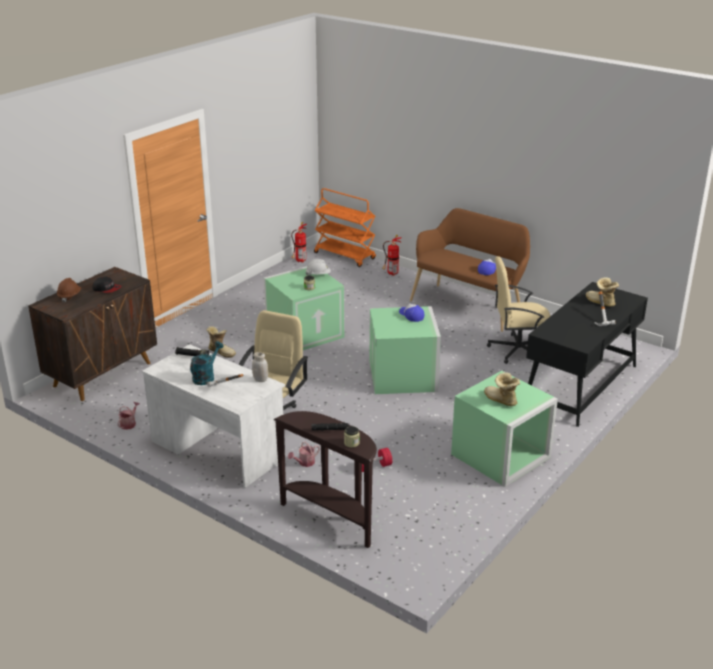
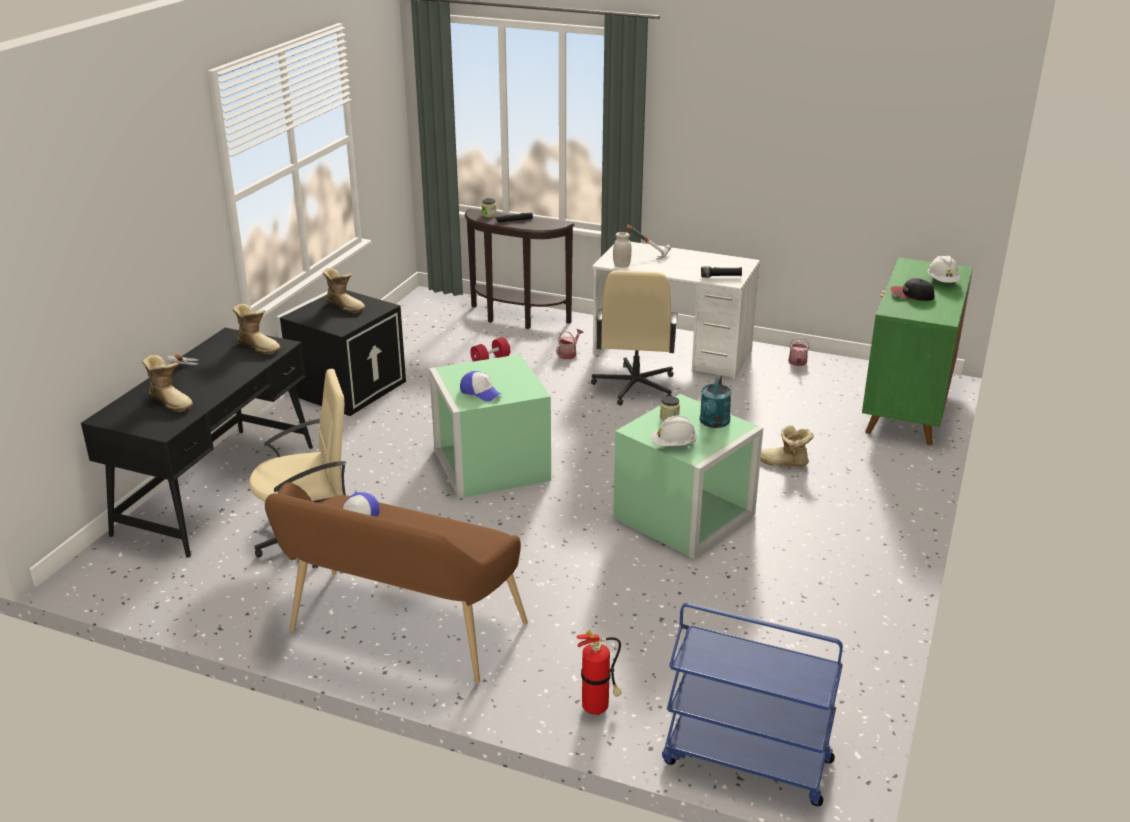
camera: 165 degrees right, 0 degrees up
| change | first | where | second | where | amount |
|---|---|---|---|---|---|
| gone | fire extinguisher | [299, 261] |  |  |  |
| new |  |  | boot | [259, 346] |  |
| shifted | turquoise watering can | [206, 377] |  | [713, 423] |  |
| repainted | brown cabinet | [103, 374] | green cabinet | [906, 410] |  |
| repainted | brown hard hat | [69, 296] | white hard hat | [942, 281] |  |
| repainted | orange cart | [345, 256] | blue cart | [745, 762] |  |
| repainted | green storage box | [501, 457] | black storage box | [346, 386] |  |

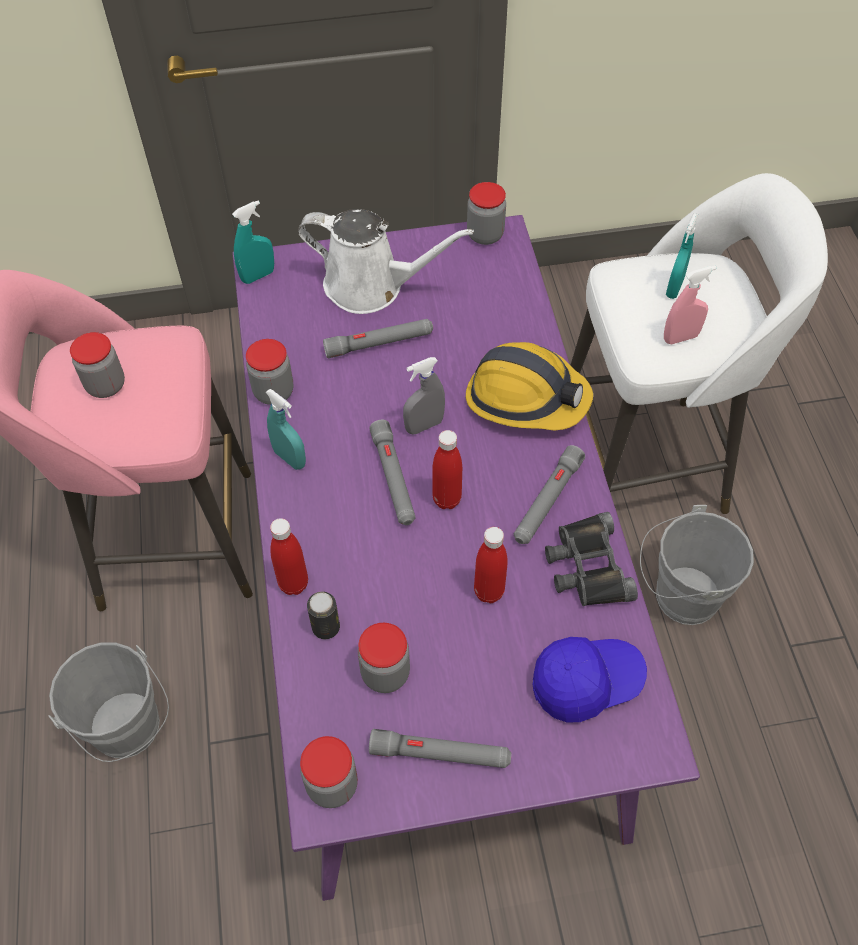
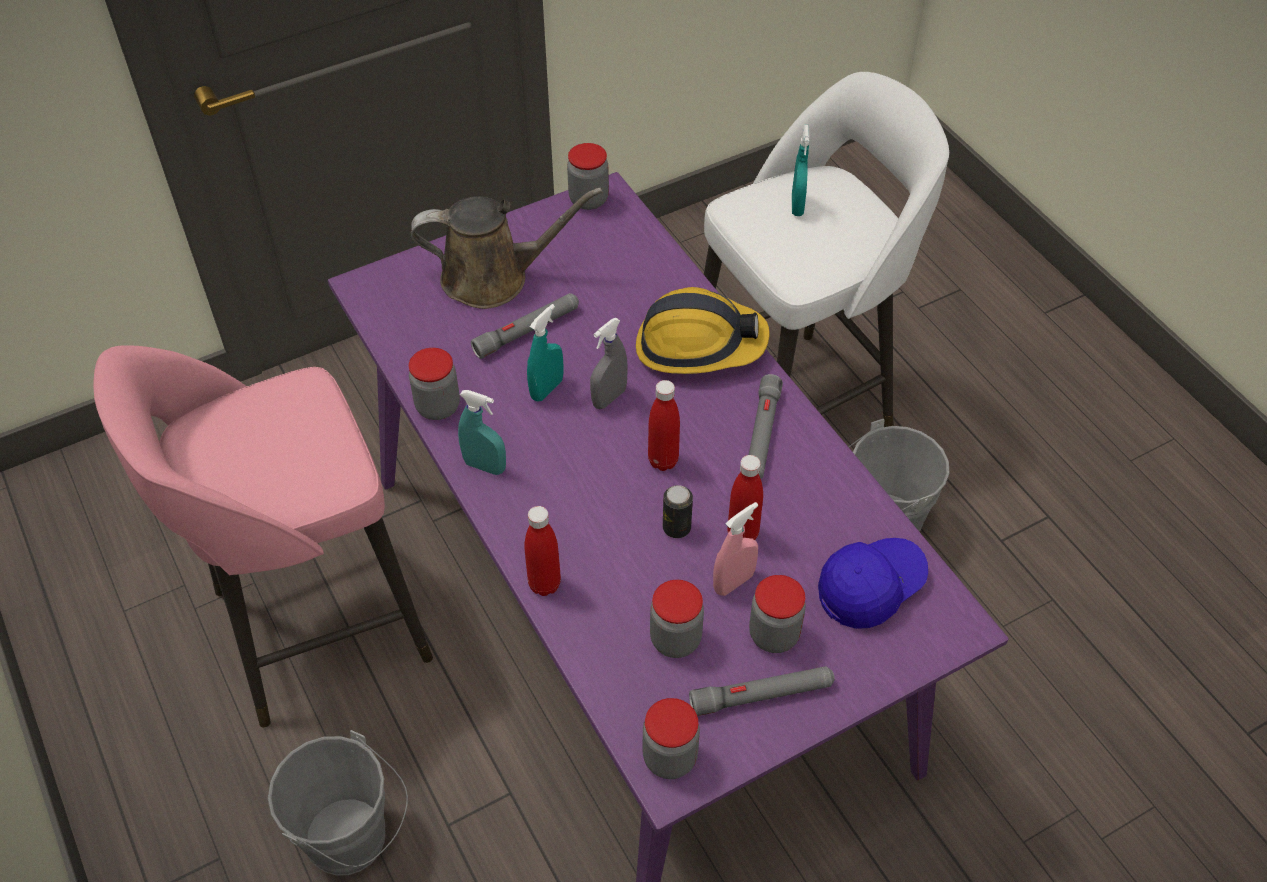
camera: 20 degrees left, 5 degrees down
| change | first | where | second | where | amount |
|---|---|---|---|---|---|
| gone | grey flashlight | [393, 478] |  |  |  |
| gone | black binoculars | [587, 567] |  |  |  |
| shifted | jar | [106, 385] |  | [774, 635] |  |
| shifted | turquoise spray bottle | [258, 276] |  | [546, 389] |  |
| shifted | can | [326, 627] |  | [676, 528] |  |
| shifted | pink spray bottle | [680, 337] |  | [733, 582] |  |
| repainted | white watering can | [371, 286] | brown watering can | [494, 277] |  |

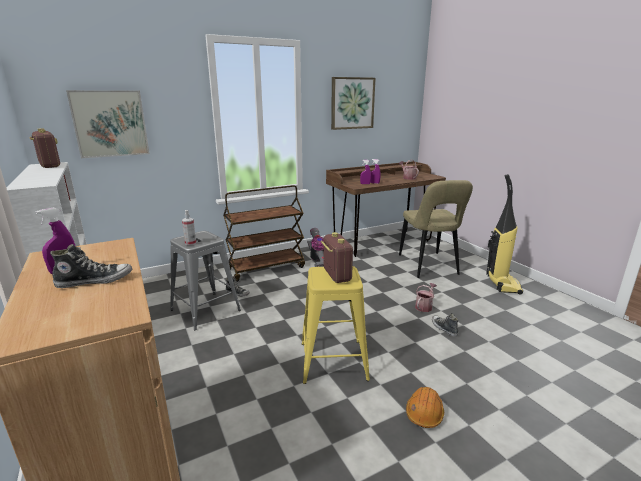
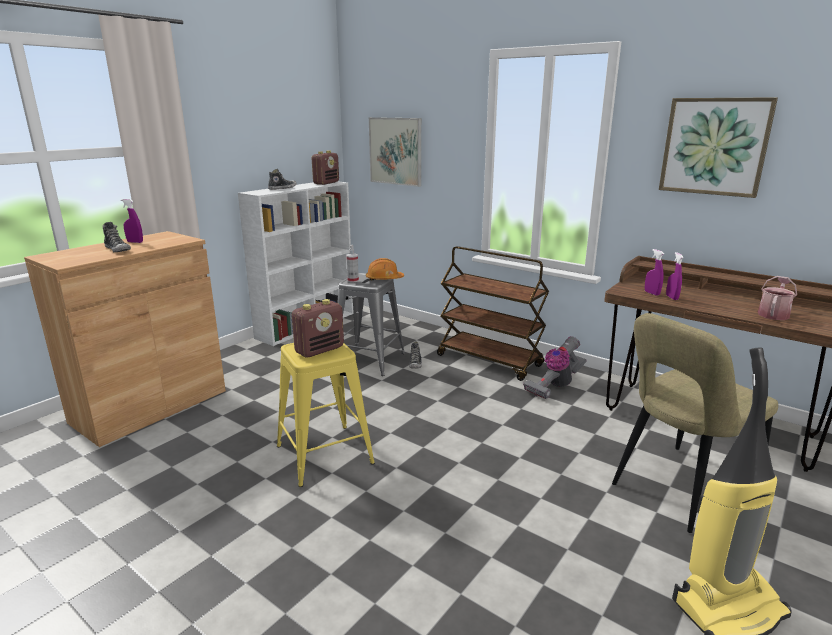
camera: 65 degrees right, 0 degrees up
| change | first | where | second | where | amount |
|---|---|---|---|---|---|
| gone | watering can | [424, 306] |  |  |  |
| shifted | orange hard hat | [424, 413] |  | [384, 279] |  |
| shifted | shoe | [444, 328] |  | [282, 188] |  |

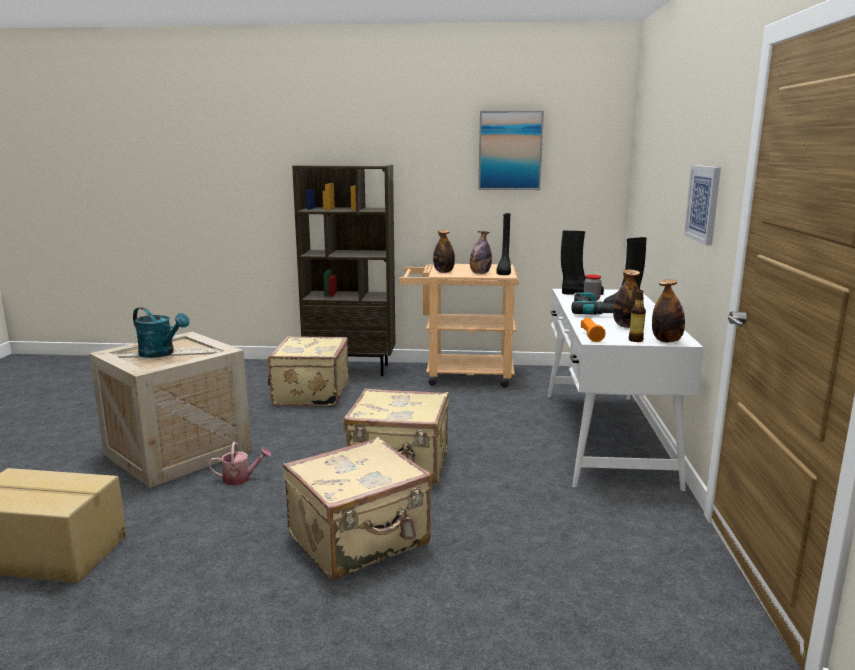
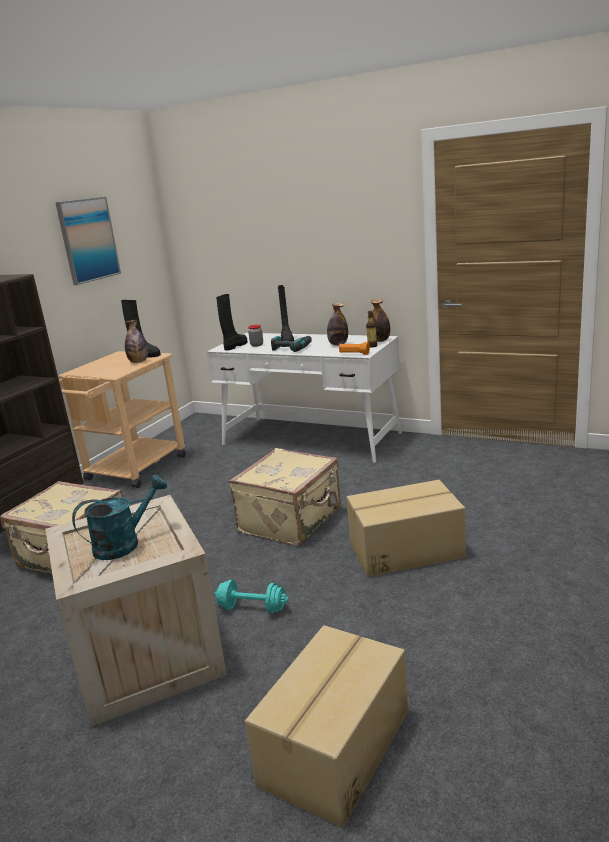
camera: 65 degrees left, 5 degrees up
| change | first | where | second | where | amount |
|---|---|---|---|---|---|
| gone | bottle | [443, 272] |  |  |  |
| gone | picture | [704, 203] |  |  |  |
| swapped | watering can | [241, 478] | turquoise dumbbell | [252, 608] |  |
| swapped | beige suitcase | [360, 541] | cardboard box | [405, 550] |  |

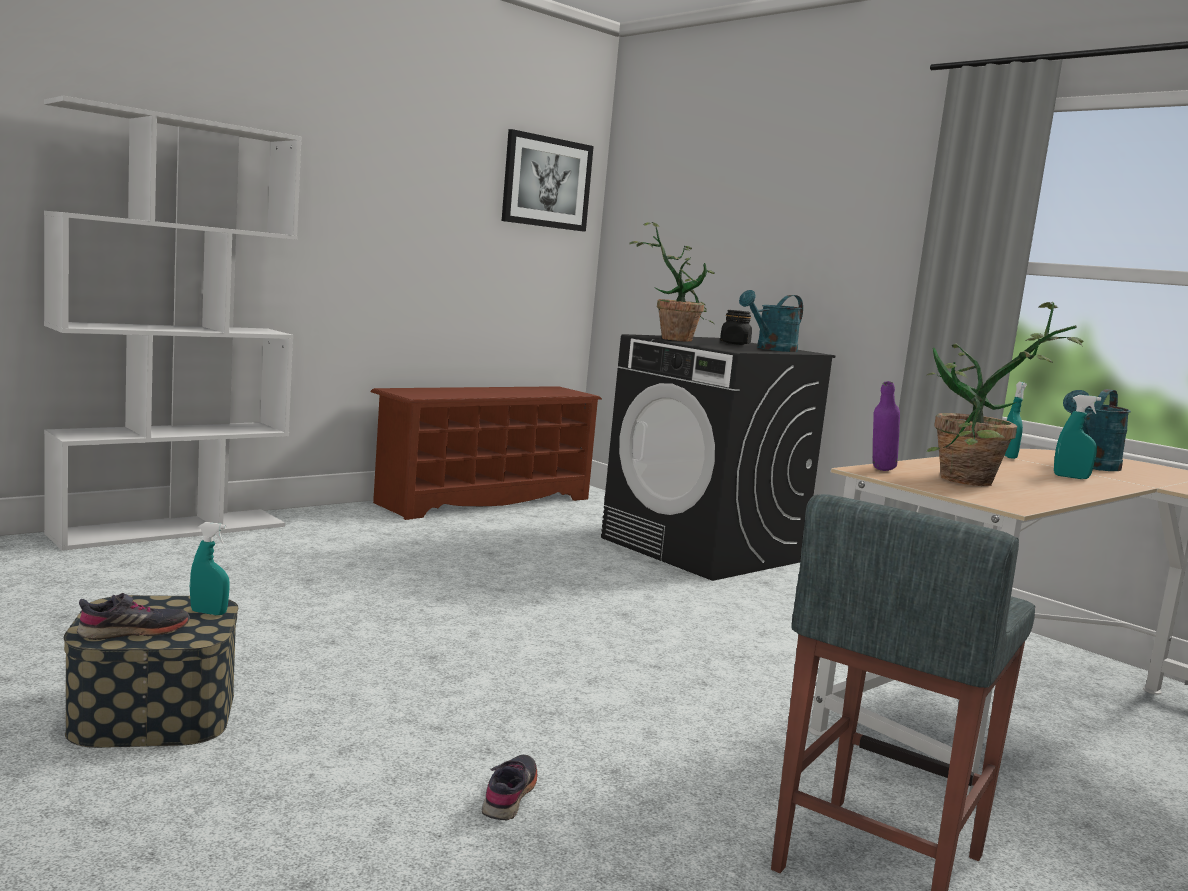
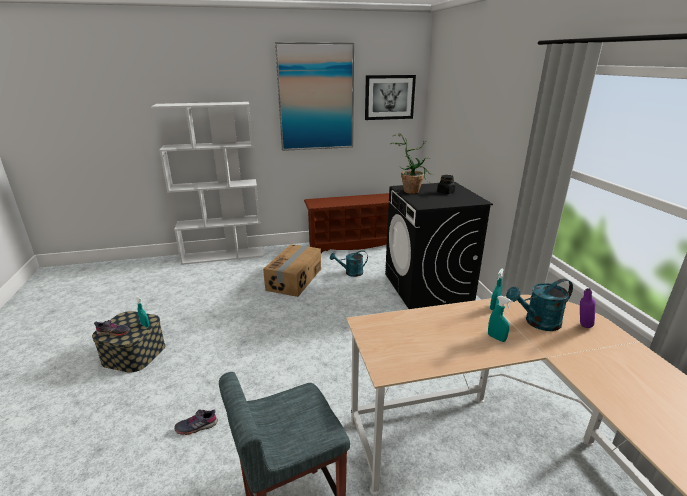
camera: 30 degrees right, 15 degrees up
| change | first | where | second | where | amount |
|---|---|---|---|---|---|
| gone | potted plant | [978, 483] |  |  |  |
| new |  |  | cardboard box | [295, 279] |  |
| new |  |  | picture | [316, 98] |  |
| shifted | turquoise watering can | [771, 349] |  | [350, 273] |  |
| shifted | purple bottle | [880, 471] |  | [582, 327] |  |
| rotated | grey shoe | [510, 796] |  | [196, 426] | 150 degrees counterclockwise |

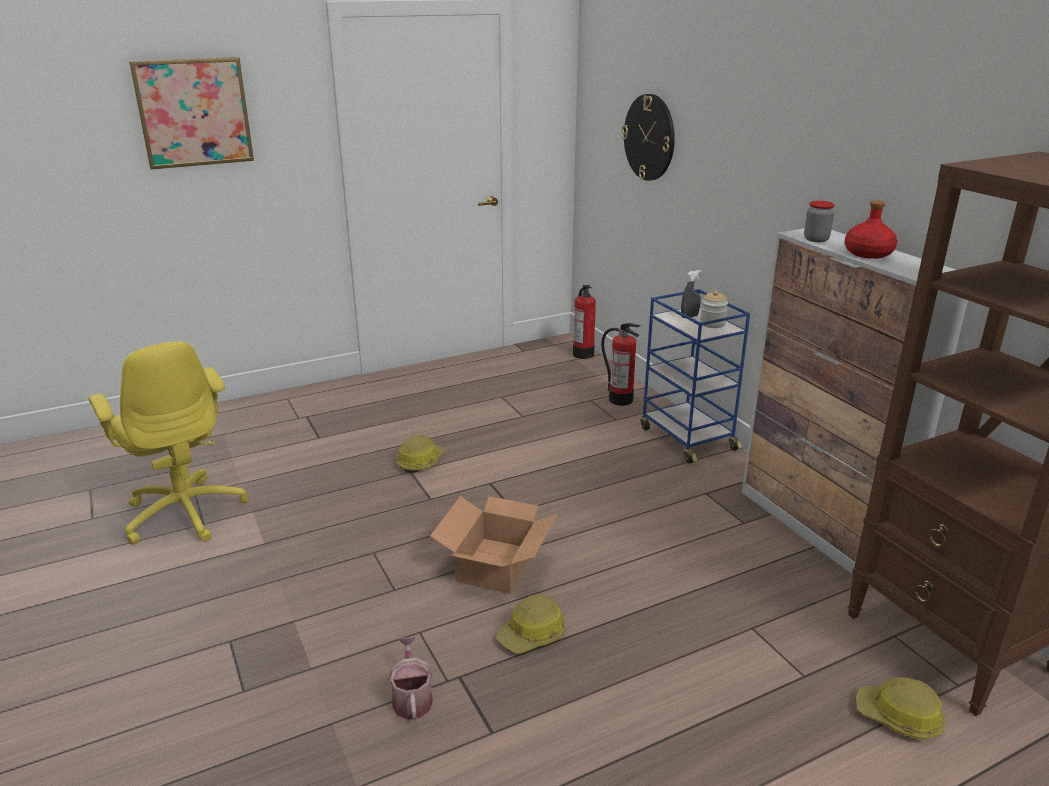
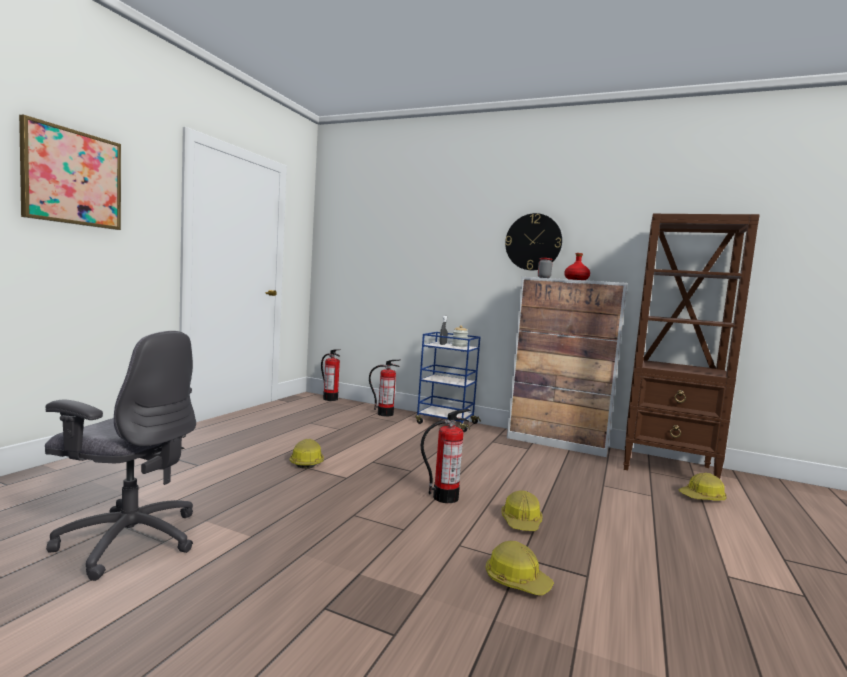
camera: 40 degrees left, 20 degrees down
| change | first | where | second | where | amount |
|---|---|---|---|---|---|
| shifted | wall clock | [649, 137] |  | [533, 242] |  |
| swapped | watering can | [412, 698] | hard hat | [516, 580] |  |
| swapped | cardboard box | [497, 565] | fire extinguisher | [445, 497] |  |
| repainted | yellow office chair | [185, 512] | grey office chair | [129, 540] |  |

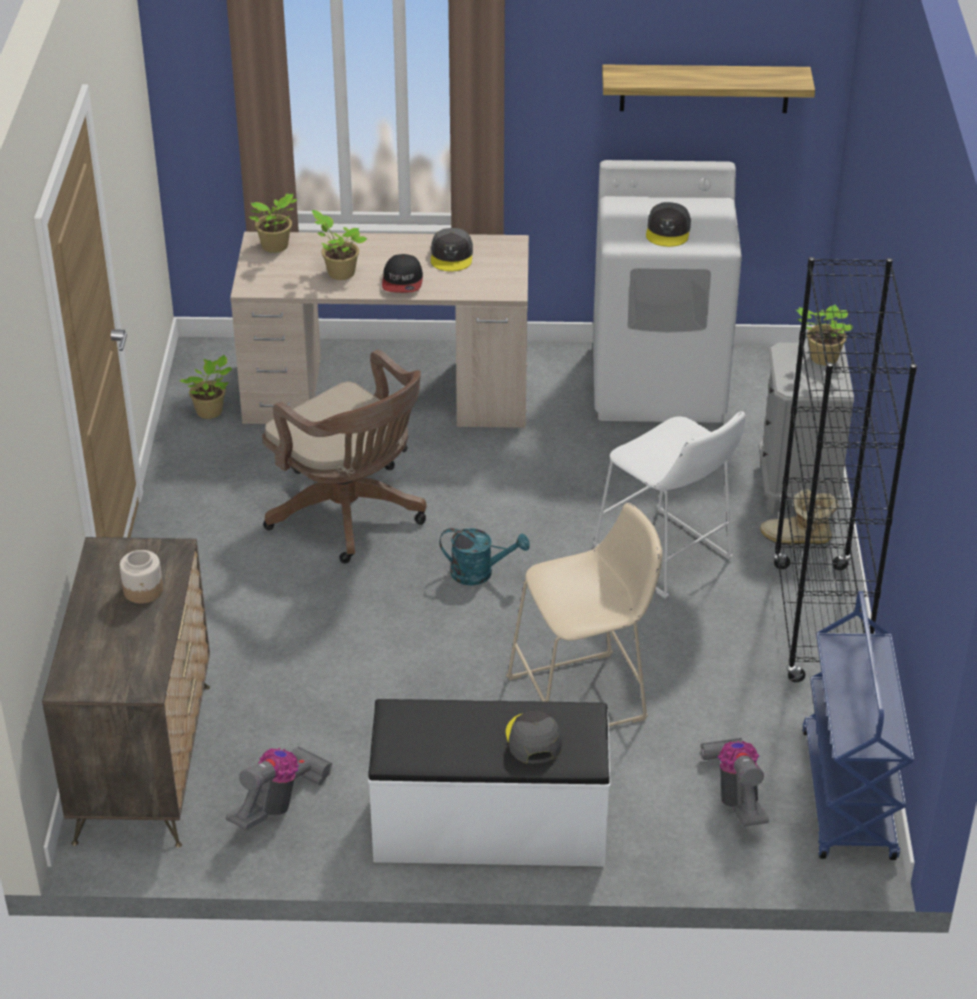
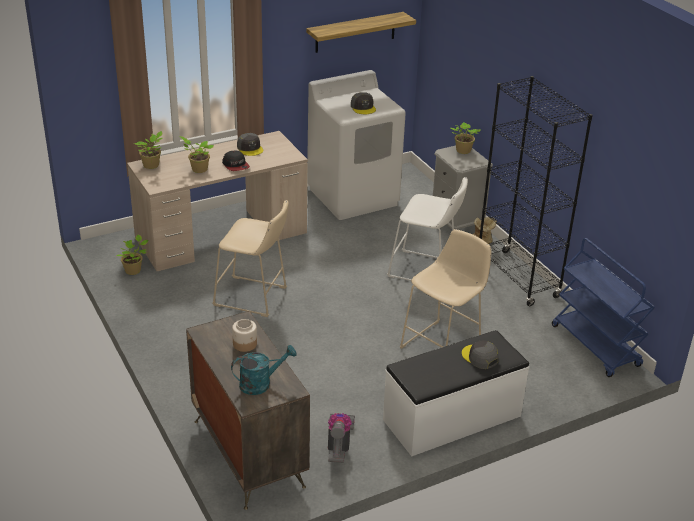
camera: 30 degrees left, 5 degrees down
| change | first | where | second | where | amount |
|---|---|---|---|---|---|
| gone | vacuum cleaner | [736, 795] |  |  |  |
| shifted | turquoise watering can | [480, 573] |  | [260, 383] |  |
| swapped | brown office chair | [351, 515] | beige stool | [254, 298] |  |

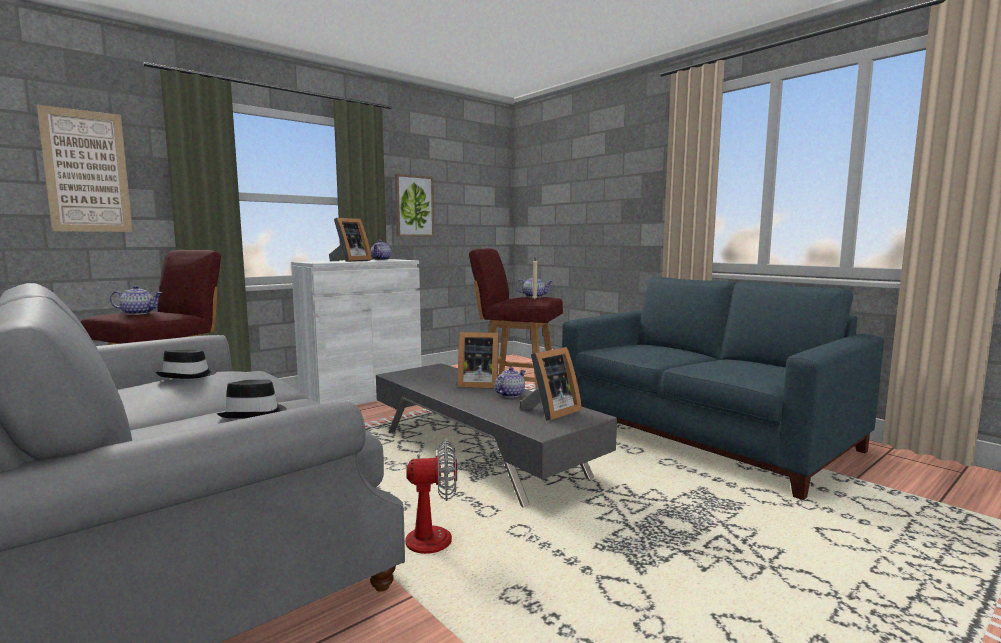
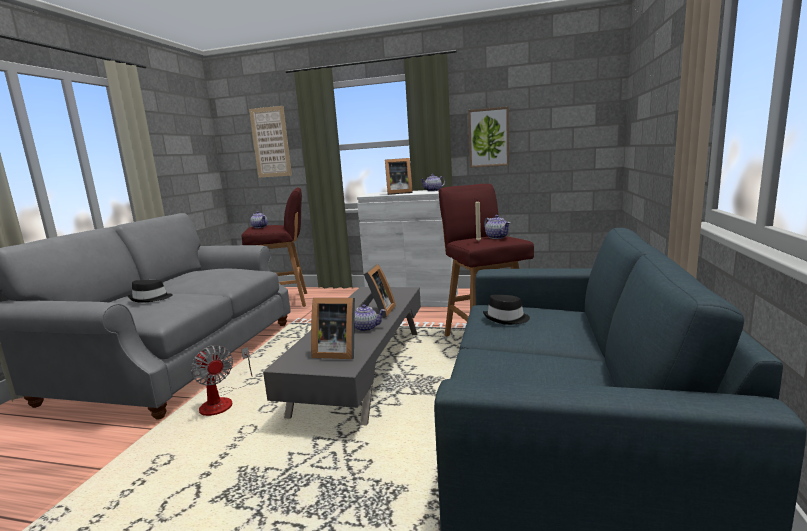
camera: 55 degrees right, 5 degrees up
| change | first | where | second | where | amount |
|---|---|---|---|---|---|
| shifted | black hat | [188, 376] |  | [506, 319] |  |
| rotated | picture frame | [477, 384] |  | [377, 312] | 135 degrees counterclockwise |

